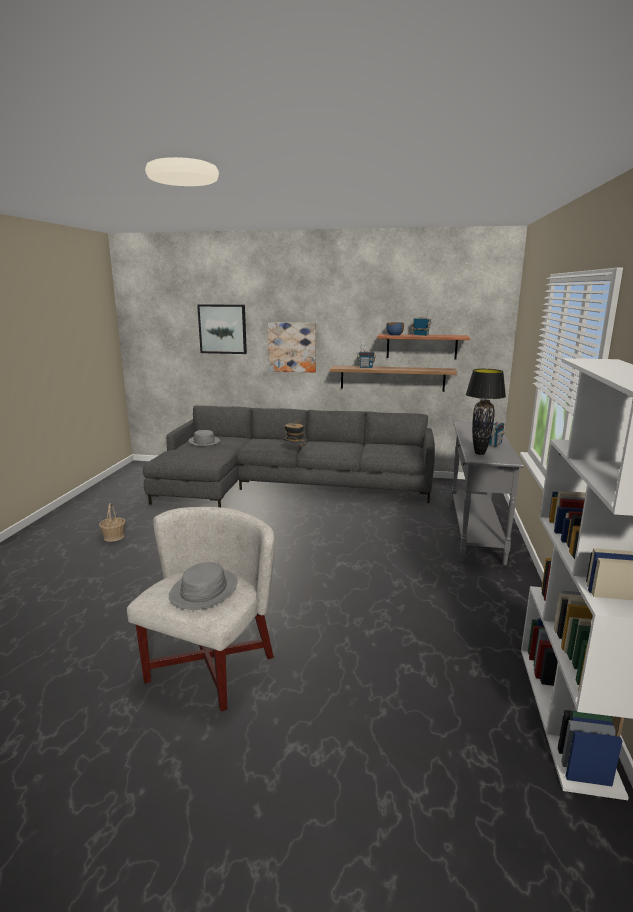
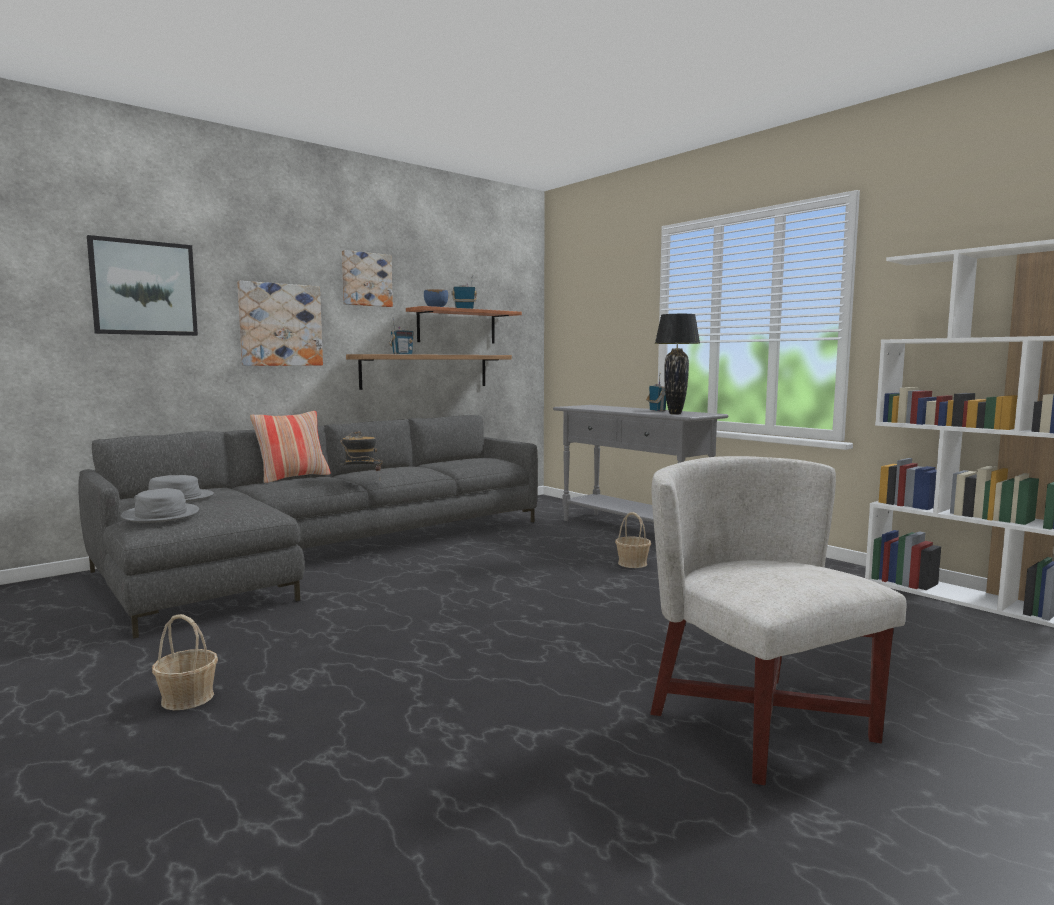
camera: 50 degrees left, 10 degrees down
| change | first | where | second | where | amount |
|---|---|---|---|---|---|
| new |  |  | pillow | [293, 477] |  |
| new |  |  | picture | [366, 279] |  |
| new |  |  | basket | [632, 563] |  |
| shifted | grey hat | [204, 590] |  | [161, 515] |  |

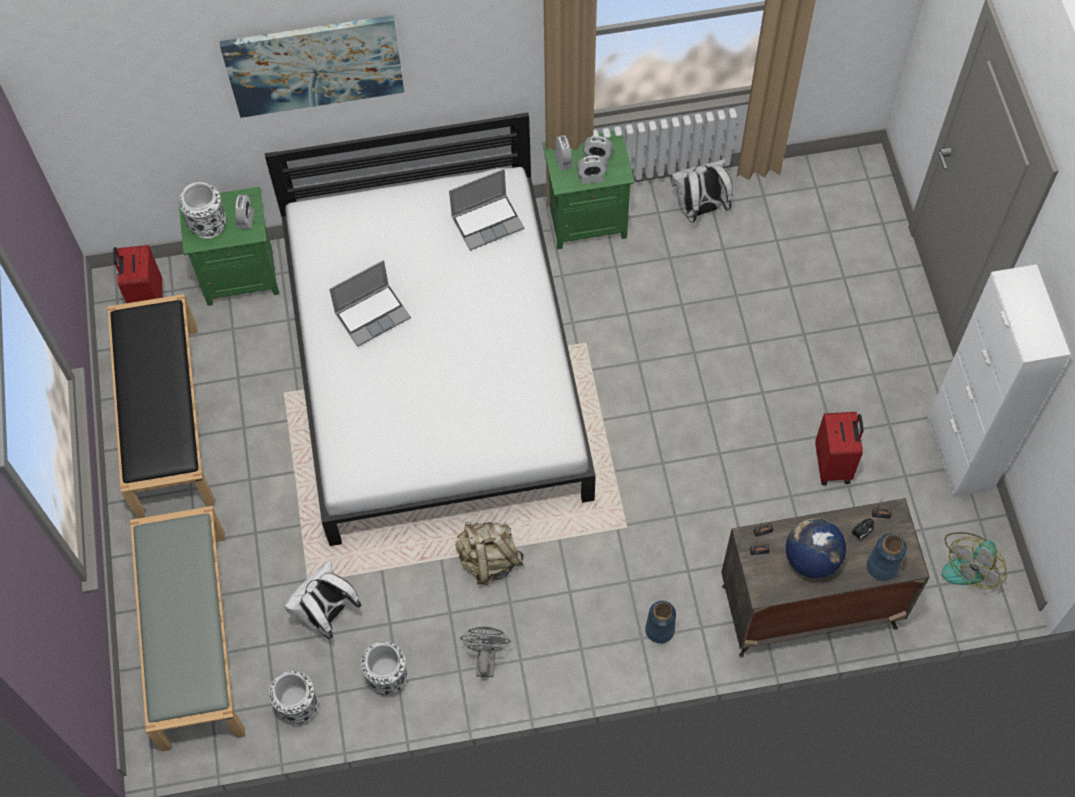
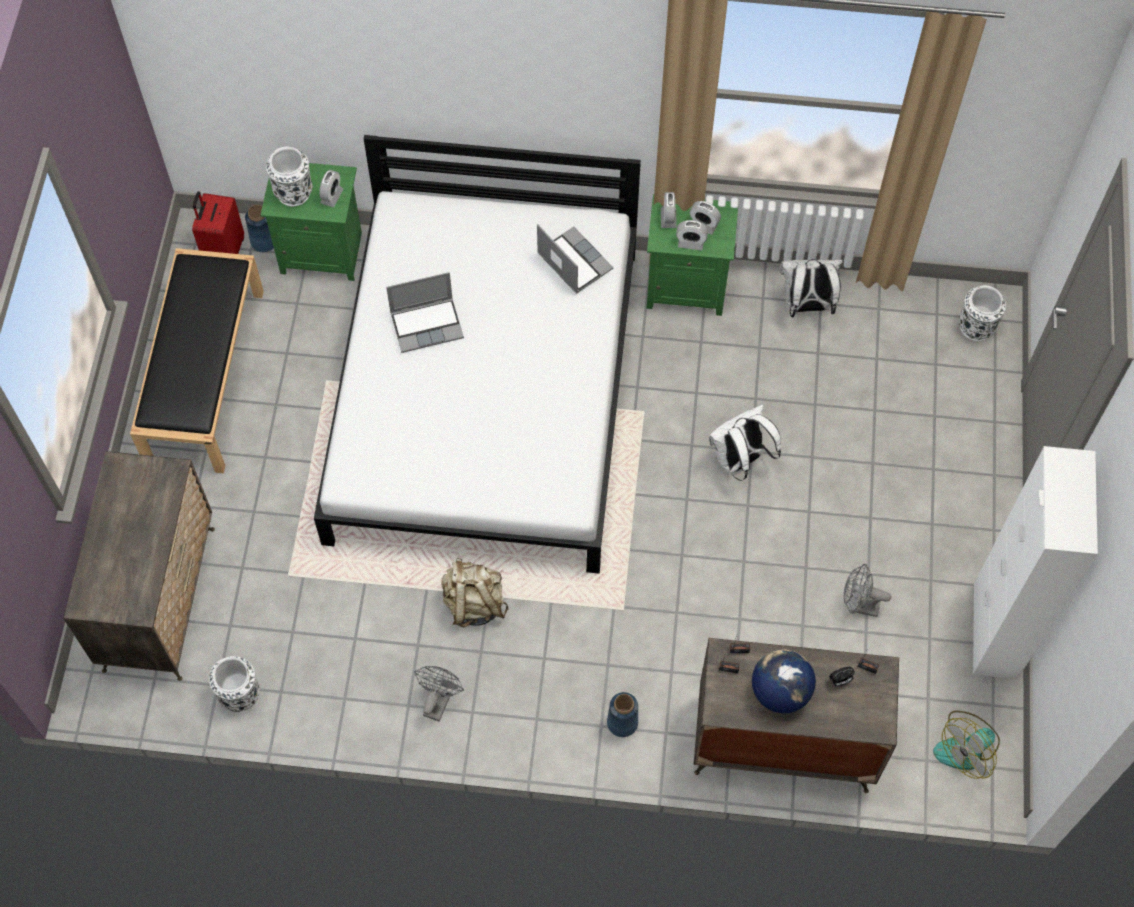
camera: 15 degrees right, 0 degrees up
| change | first | where | second | where | amount |
|---|---|---|---|---|---|
| gone | picture | [314, 65] |  |  |  |
| shifted | white backpack | [327, 614] |  | [739, 460] |  |
| shifted | white vase | [387, 677] |  | [976, 326] |  |
| shifted | blue vase | [882, 566] |  | [264, 241] |  |
| swapped | grey bench | [193, 637] | dresser | [160, 597] |  |
| swapped | red suitcase | [834, 465] | grey fan | [858, 606] |  |
| rotated | laptop | [488, 222] |  | [573, 261] | 120 degrees counterclockwise |

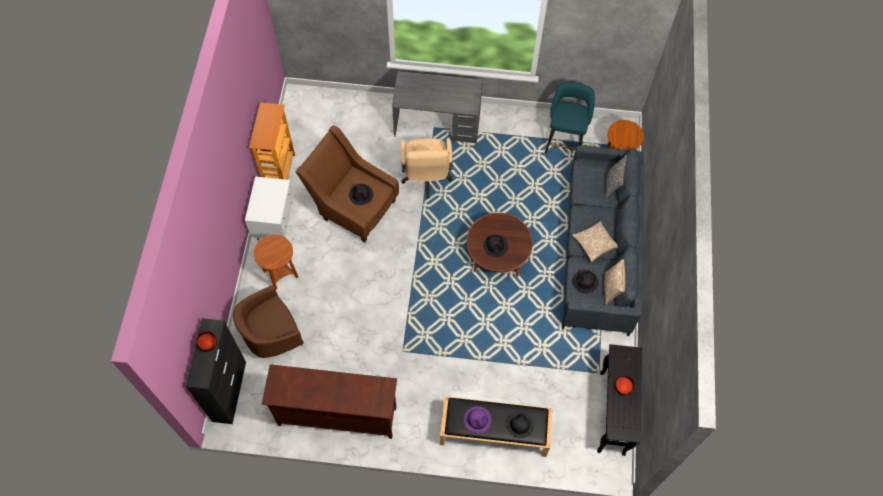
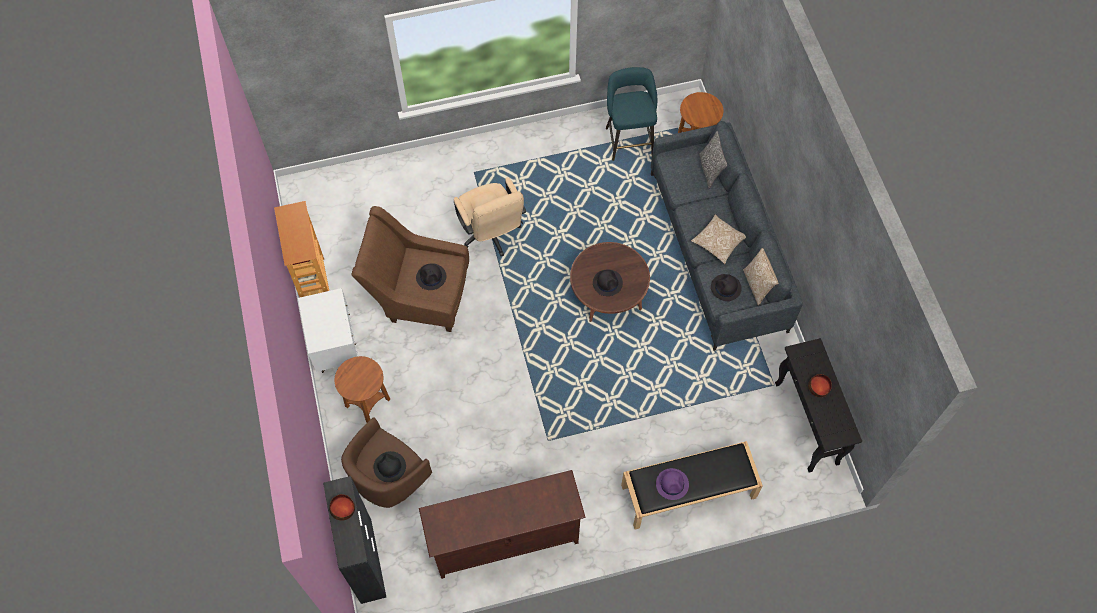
camera: 20 degrees left, 0 degrees up
| change | first | where | second | where | amount |
|---|---|---|---|---|---|
| gone | grey desk | [437, 125] |  |  |  |
| shifted | black hat | [519, 424] |  | [389, 467] |  |

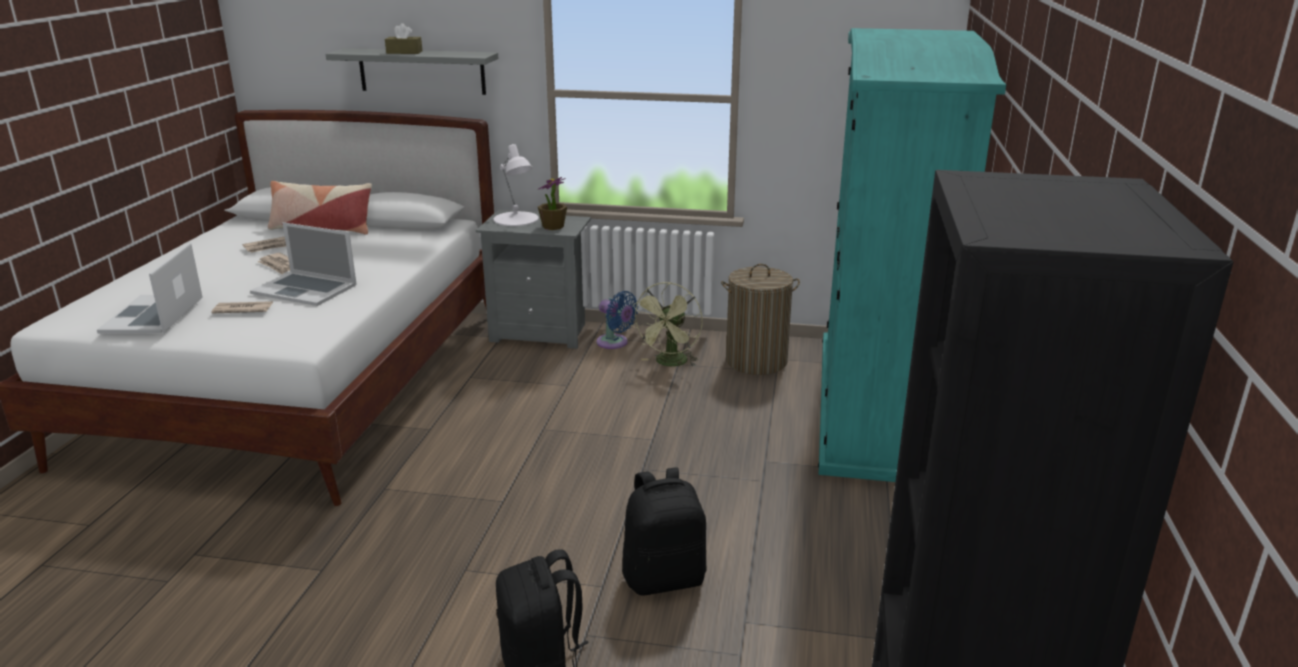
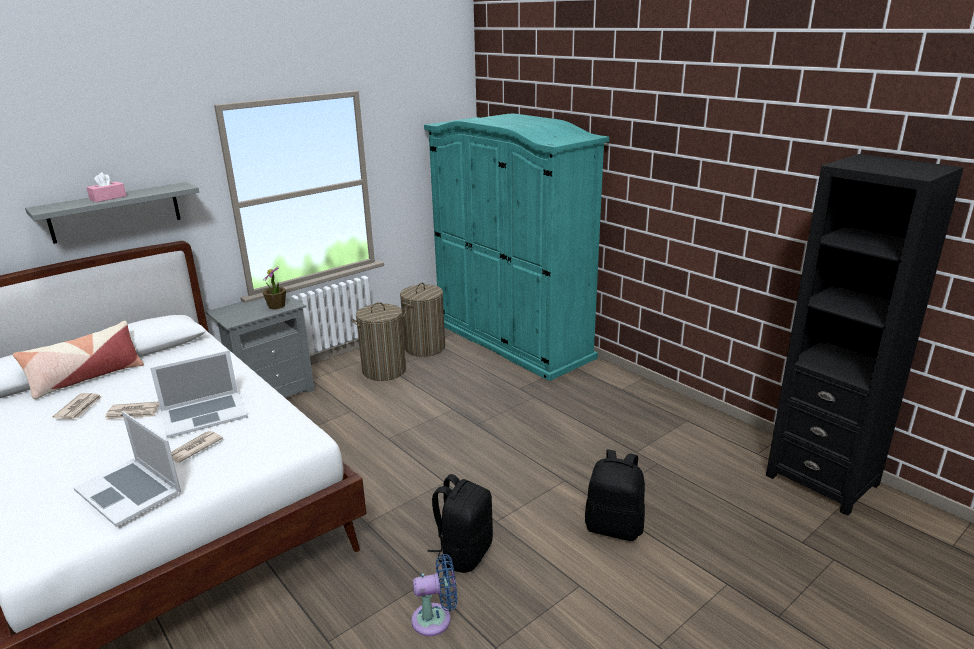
camera: 50 degrees left, 0 degrees up
| change | first | where | second | where | amount |
|---|---|---|---|---|---|
| gone | white table lamp | [516, 219] |  |  |  |
| shifted | blue fan | [615, 343] |  | [436, 619] |  |
| shifted | black backpack | [664, 578] |  | [464, 553] |  |
| swapped | green fan | [670, 363] | laundry basket | [384, 370] |  |
| repainted | brown tissue box | [404, 52] | pink tissue box | [108, 198] |  |

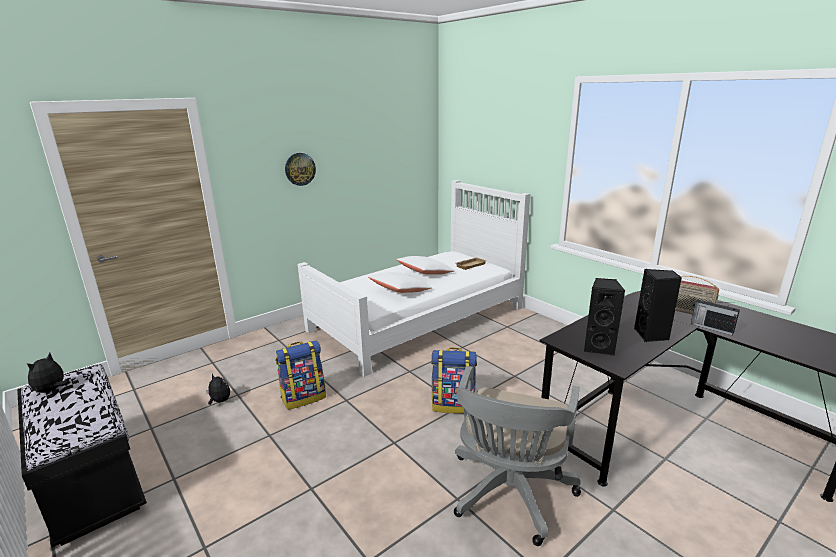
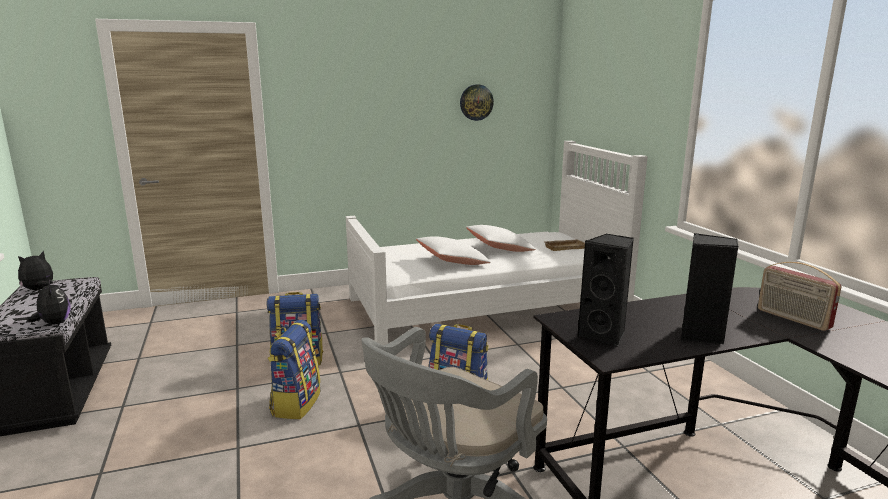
camera: 20 degrees right, 5 degrees down
| change | first | where | second | where | amount |
|---|---|---|---|---|---|
| gone | radio | [711, 327] |  |  |  |
| new |  |  | backpack | [295, 403] |  |
| shifted | plush toy | [219, 401] |  | [54, 323] |  |
| shifted | wall clock | [300, 169] |  | [476, 102] |  |

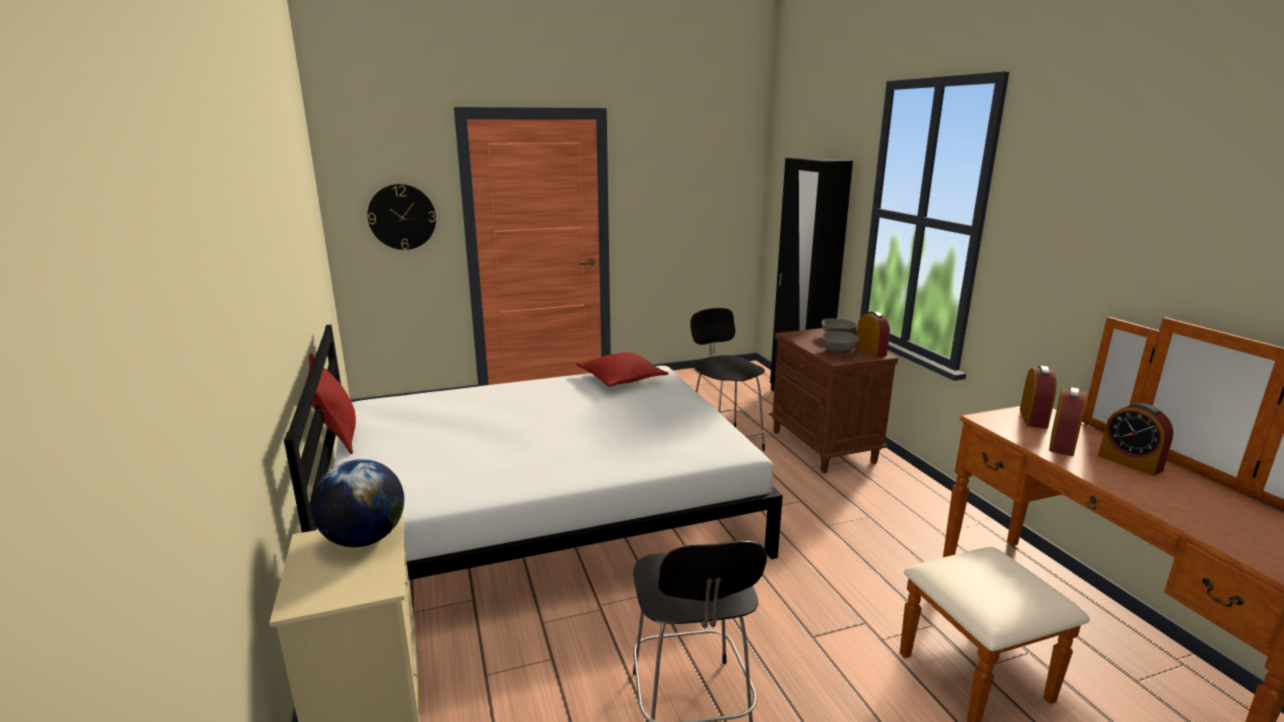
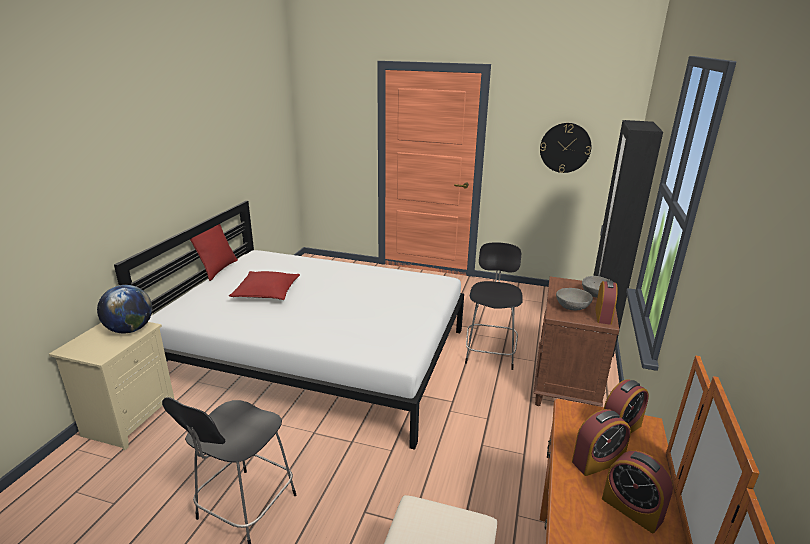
camera: 35 degrees right, 5 degrees up
| change | first | where | second | where | amount |
|---|---|---|---|---|---|
| shifted | wall clock | [402, 217] |  | [565, 148] |  |
| shifted | red pillow | [621, 379] |  | [266, 292] |  |
| rotated | alarm clock | [1129, 462] |  | [631, 509] | 45 degrees counterclockwise |

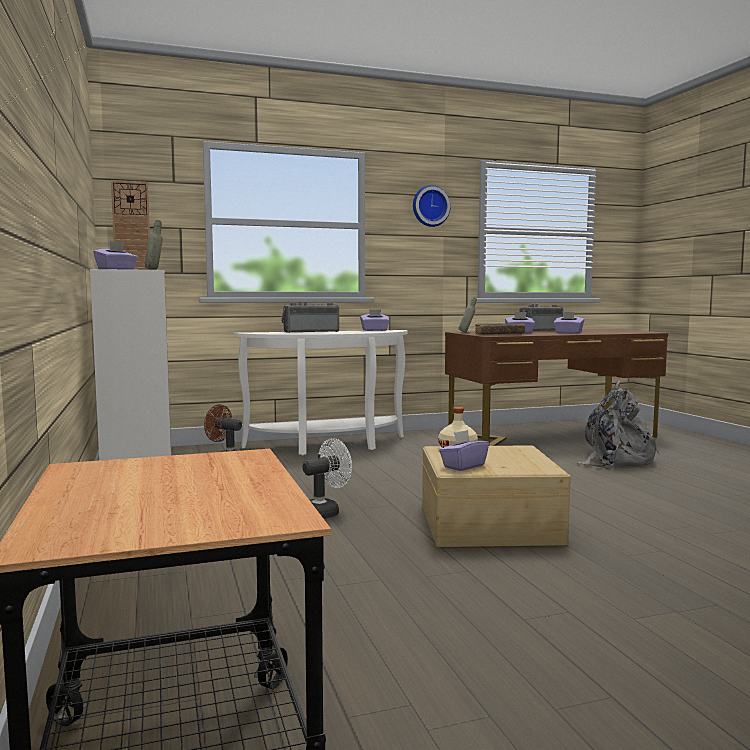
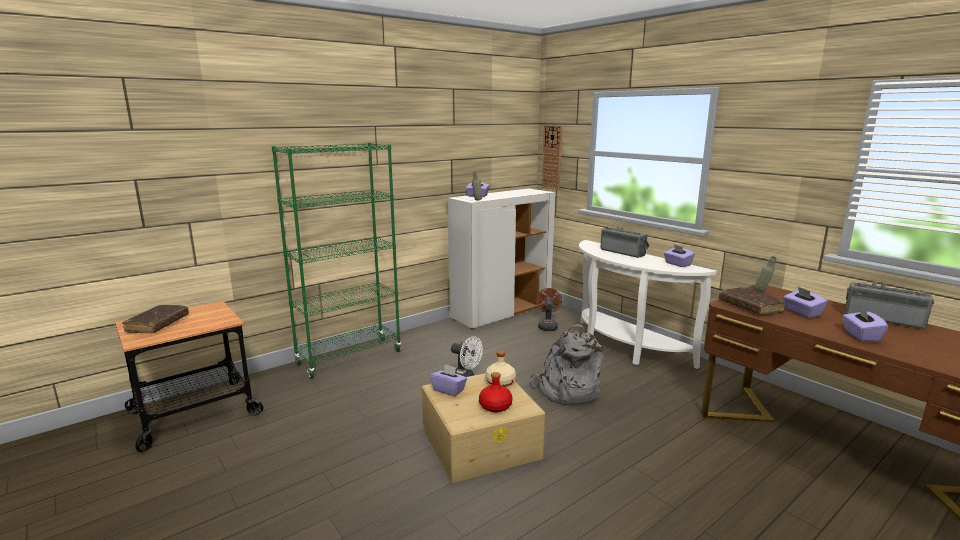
camera: 70 degrees right, 10 degrees up
| change | first | where | second | where | amount |
|---|---|---|---|---|---|
| gone | wall clock | [430, 206] |  |  |  |
| new |  |  | brown book | [158, 324] |  |
| new |  |  | green bookcase | [349, 358] |  |
| new |  |  | red bottle | [495, 406] |  |
| shifted | grey backpack | [616, 460] |  | [566, 391] |  |

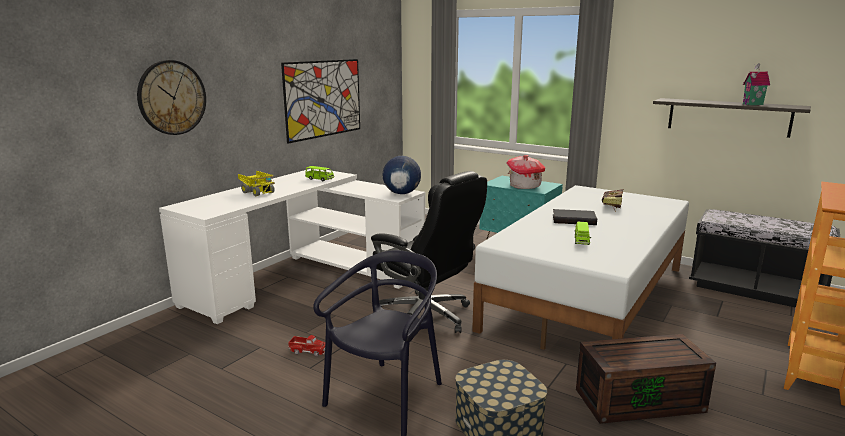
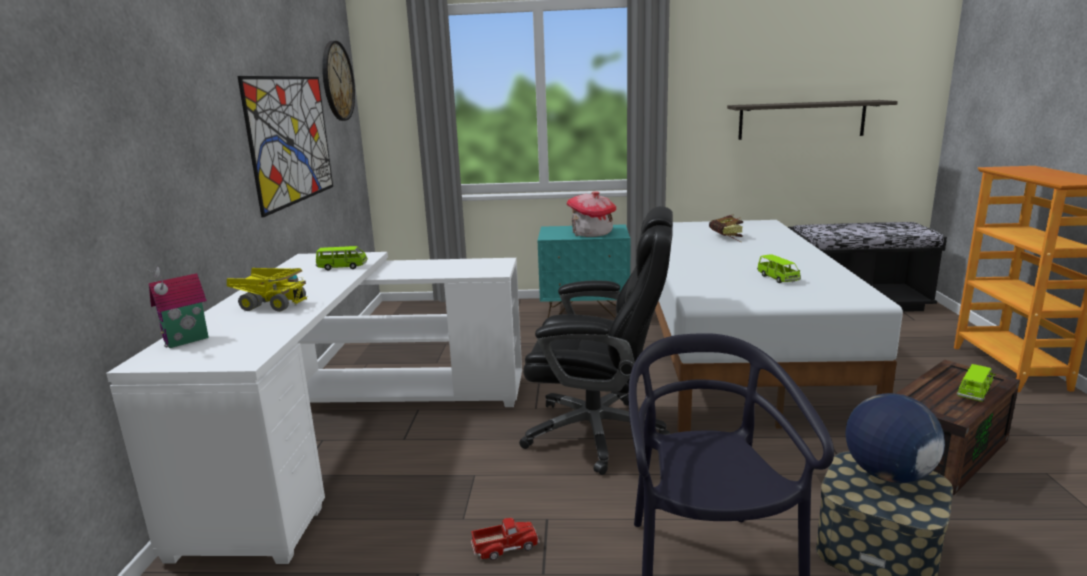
camera: 30 degrees left, 0 degrees up
| change | first | where | second | where | amount |
|---|---|---|---|---|---|
| gone | black book | [574, 219] |  |  |  |
| new |  |  | green toy car | [974, 393] |  |
| shifted | wall clock | [172, 97] |  | [337, 81] |  |
| shifted | globe | [401, 193] |  | [887, 475] |  |
| shifted | toy house | [753, 104] |  | [187, 341] |  |

